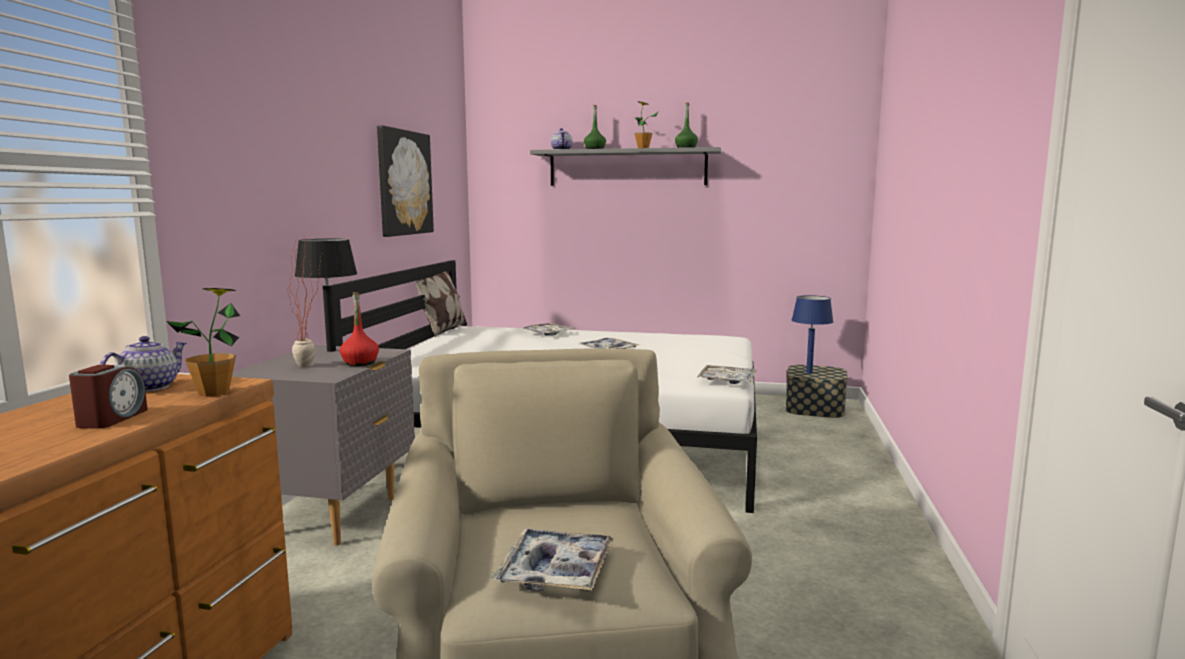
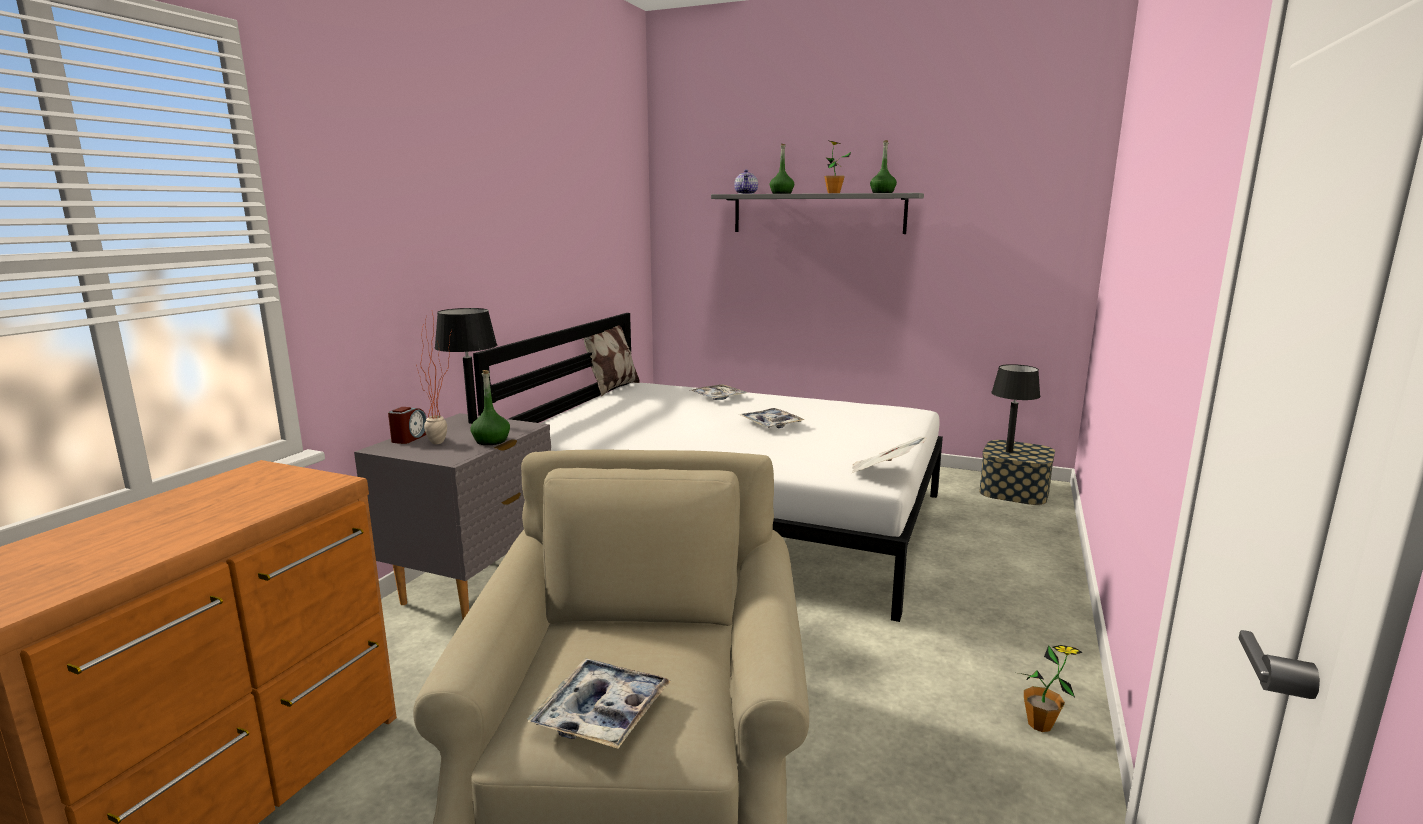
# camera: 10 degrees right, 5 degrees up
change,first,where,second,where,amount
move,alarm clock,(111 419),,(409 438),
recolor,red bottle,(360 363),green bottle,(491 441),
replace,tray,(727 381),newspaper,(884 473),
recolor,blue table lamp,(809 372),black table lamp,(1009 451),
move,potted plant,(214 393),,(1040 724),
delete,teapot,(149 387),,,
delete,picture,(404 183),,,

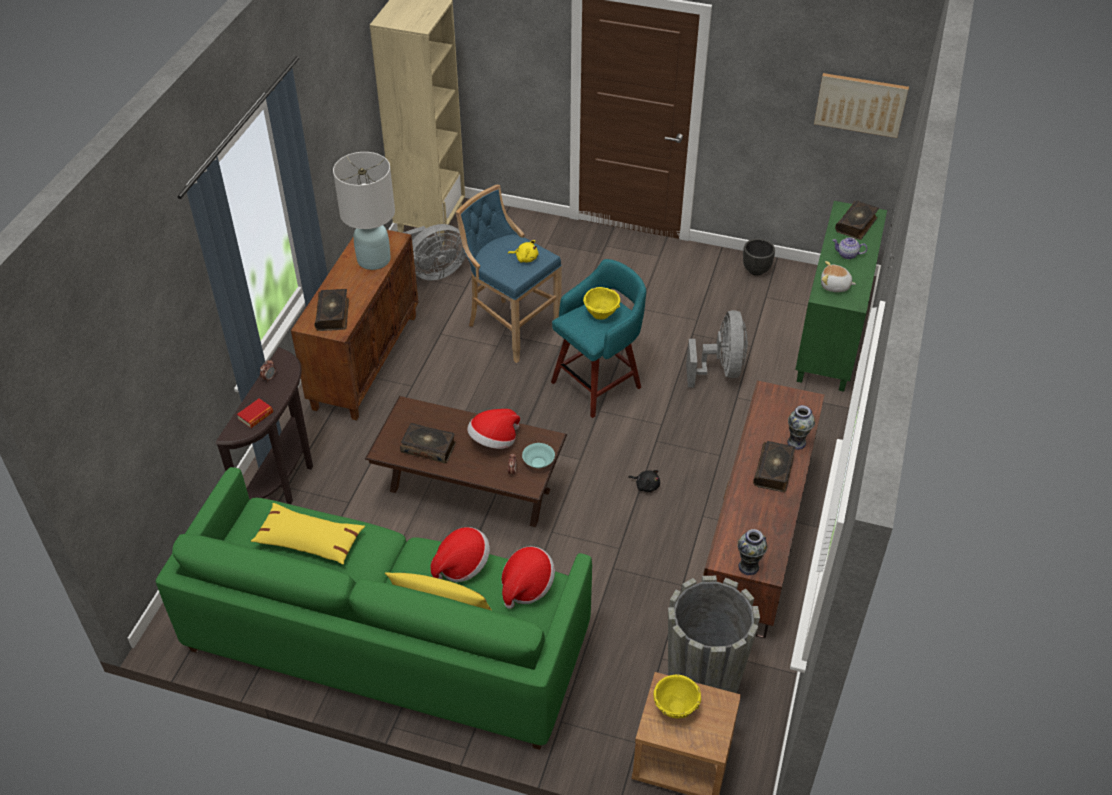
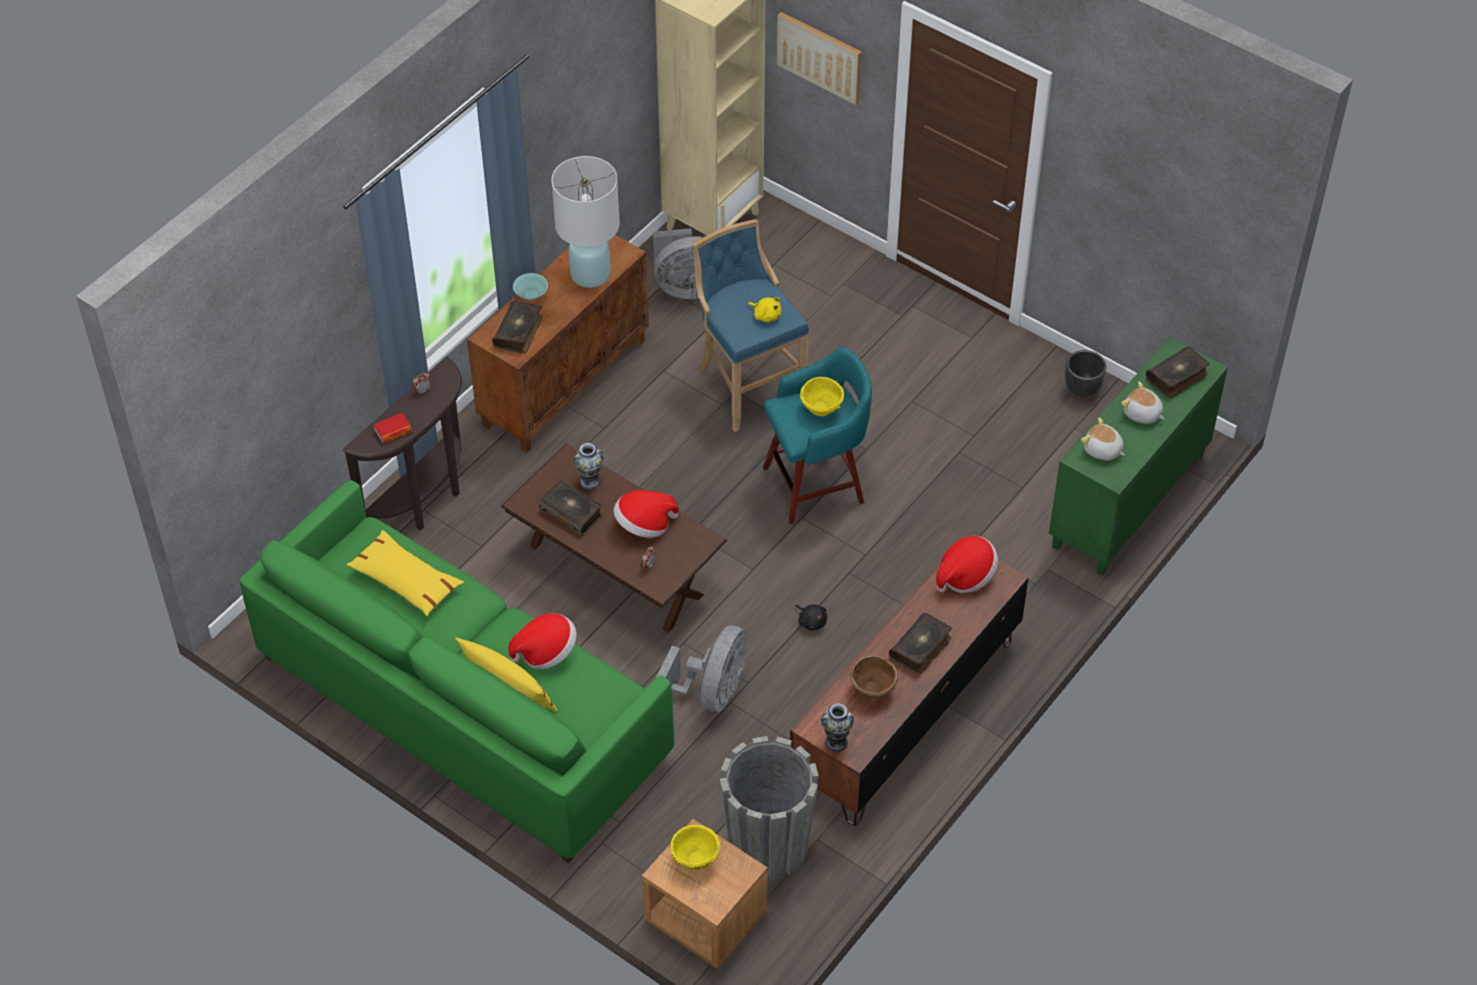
# camera: 20 degrees right, 5 degrees up
change,first,where,second,where,amount
move,turquoise bowl,(539 463),,(531 295),
move,vase,(796 442),,(590 481),
move,grey fan,(720 370),,(712 693),
move,picture,(860 104),,(820 56),
insert,,,brown bowl,(873 689),
move,hat,(526 586),,(965 575),
replace,teapot,(847 255),plush toy,(1142 414),

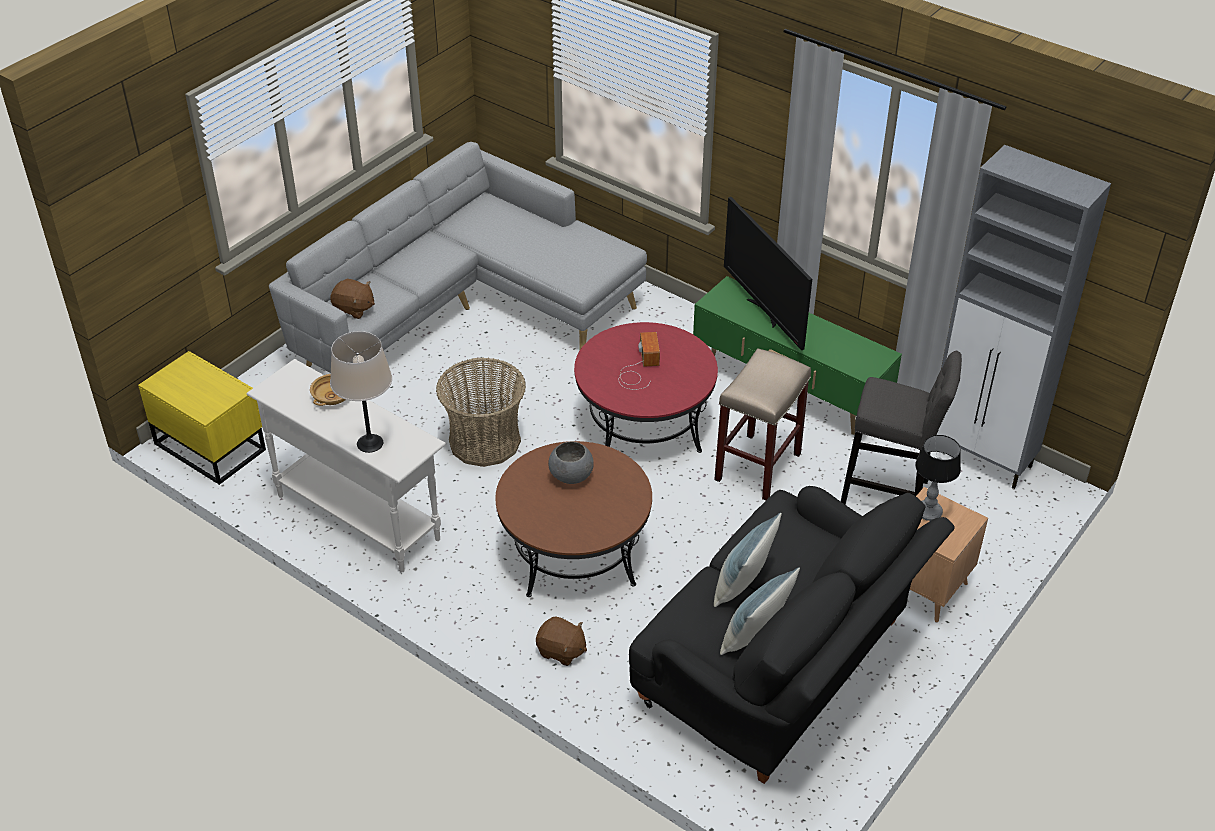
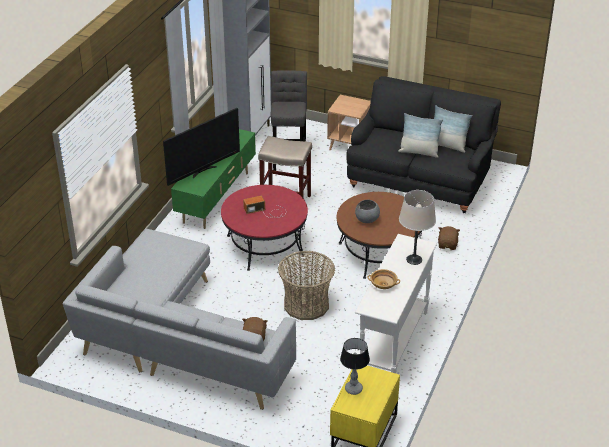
# camera: 105 degrees left, 5 degrees down
change,first,where,second,where,amount
move,table lamp,(929 512),,(353 389),

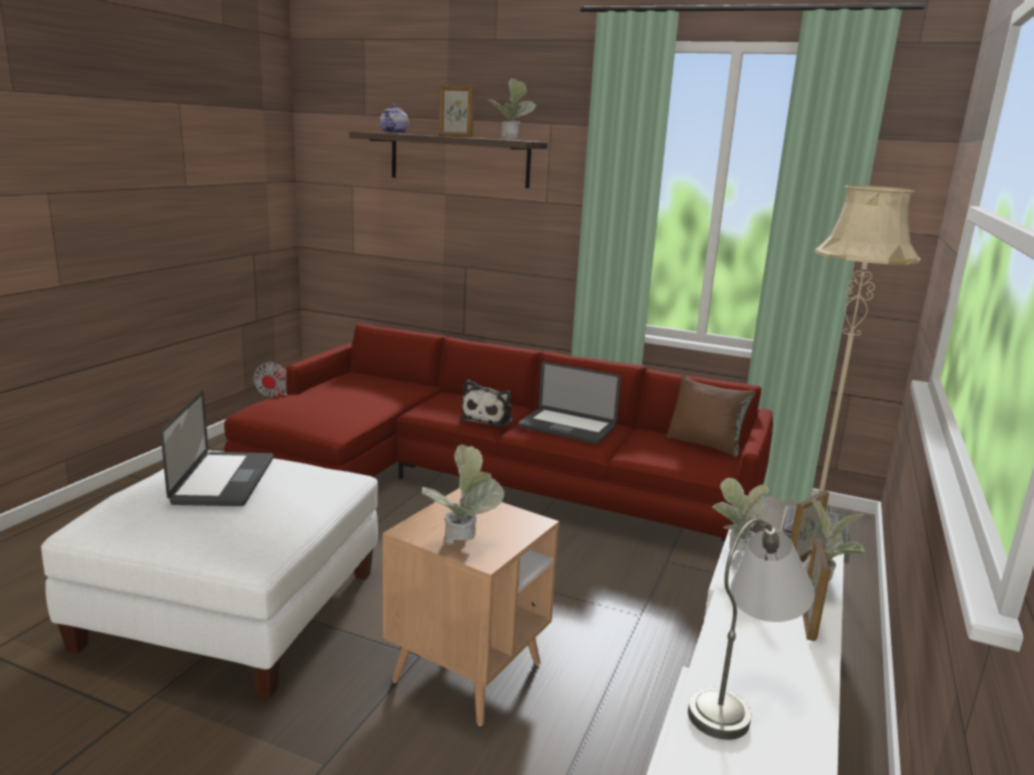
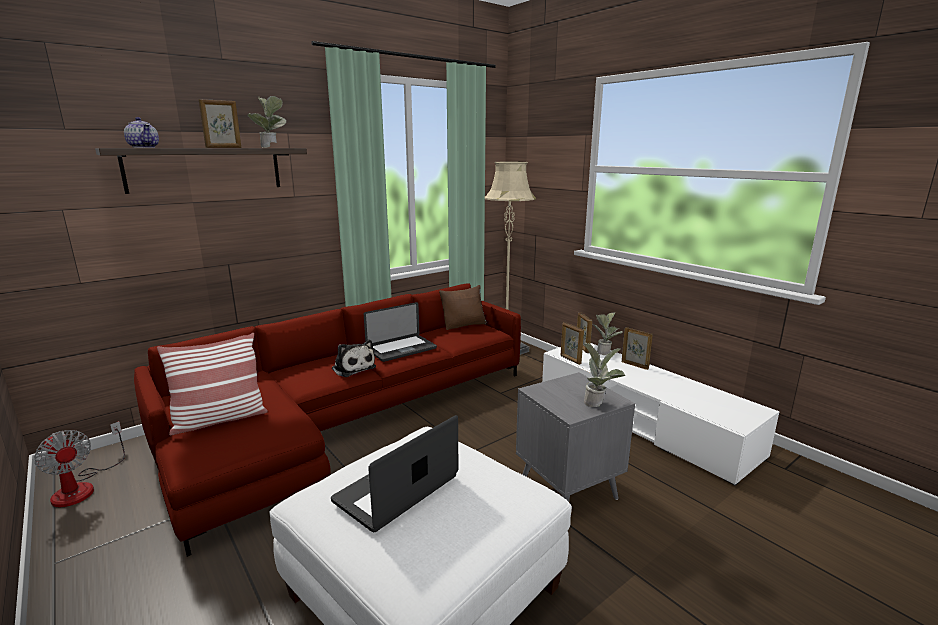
# camera: 60 degrees left, 0 degrees up
change,first,where,second,where,amount
insert,,,pillow,(220 419),
rotate,laptop,(224 480),,(397 489),75 degrees counterclockwise
recolor,brown side table,(467 672),grey side table,(568 490),
replace,potted plant,(734 554),picture frame,(570 360),
delete,grey table lamp,(741 698),,,

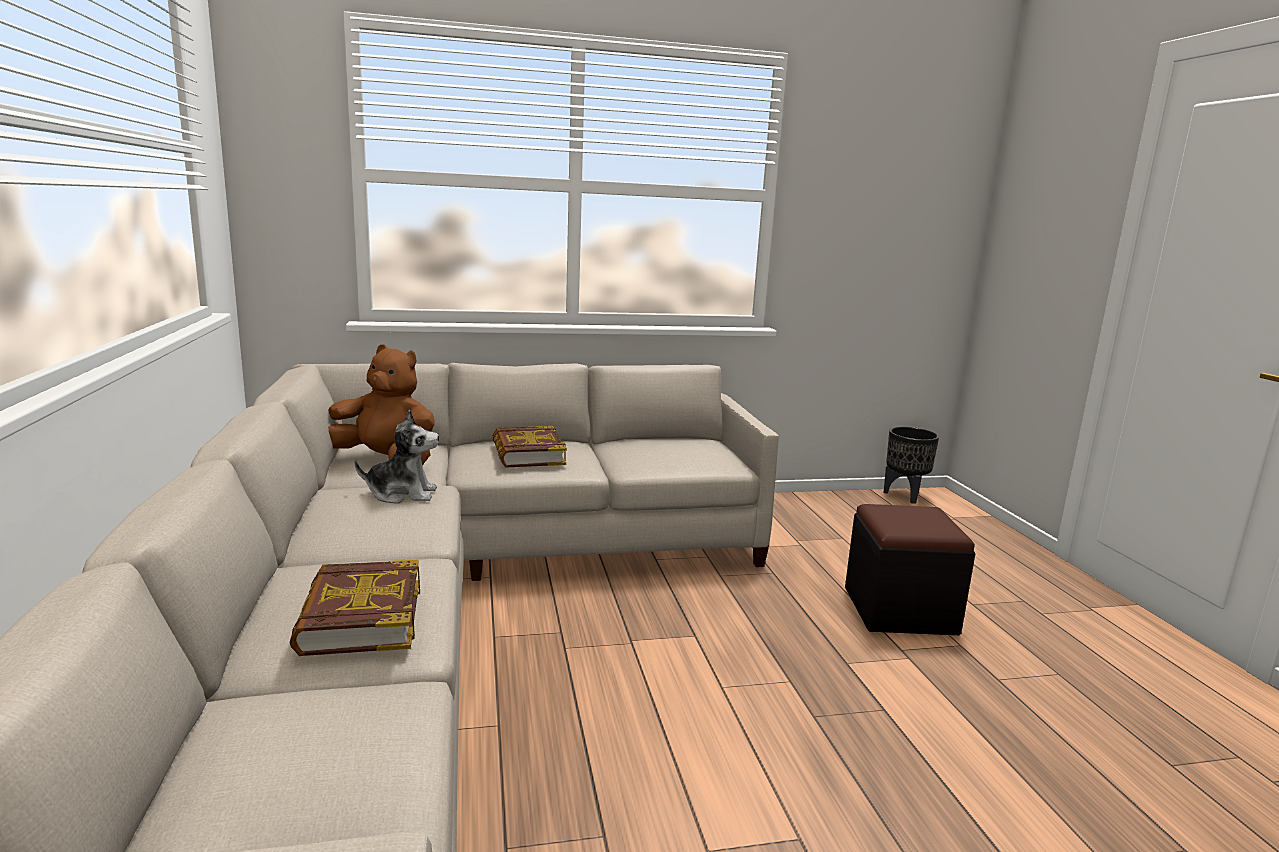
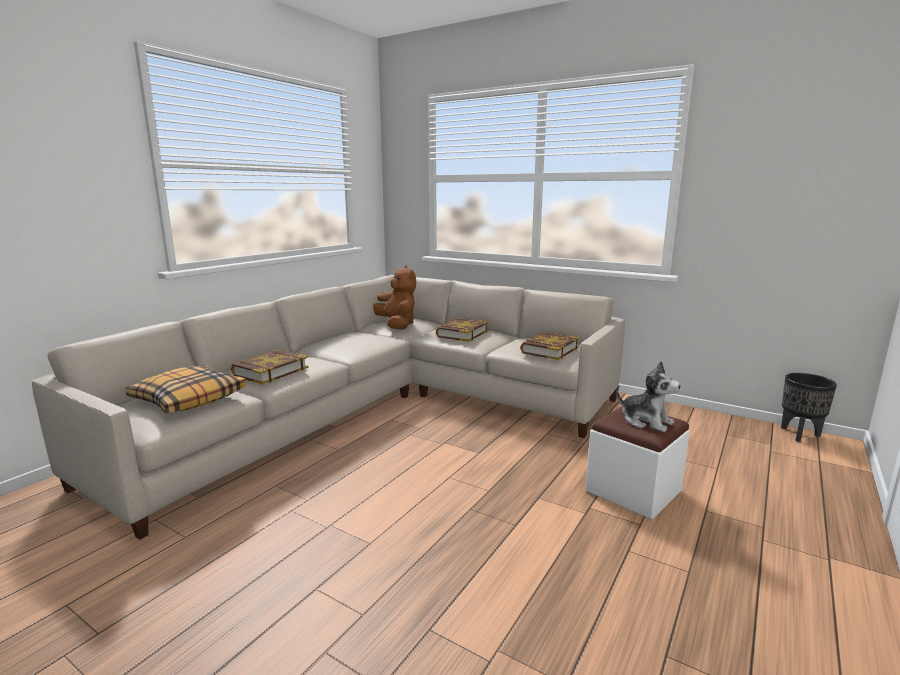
# camera: 45 degrees right, 0 degrees up
change,first,where,second,where,amount
insert,,,pillow,(188 399),
insert,,,book,(549 350),
recolor,black ottoman,(899 611),white ottoman,(633 491),
move,plush toy,(402 494),,(646 421),

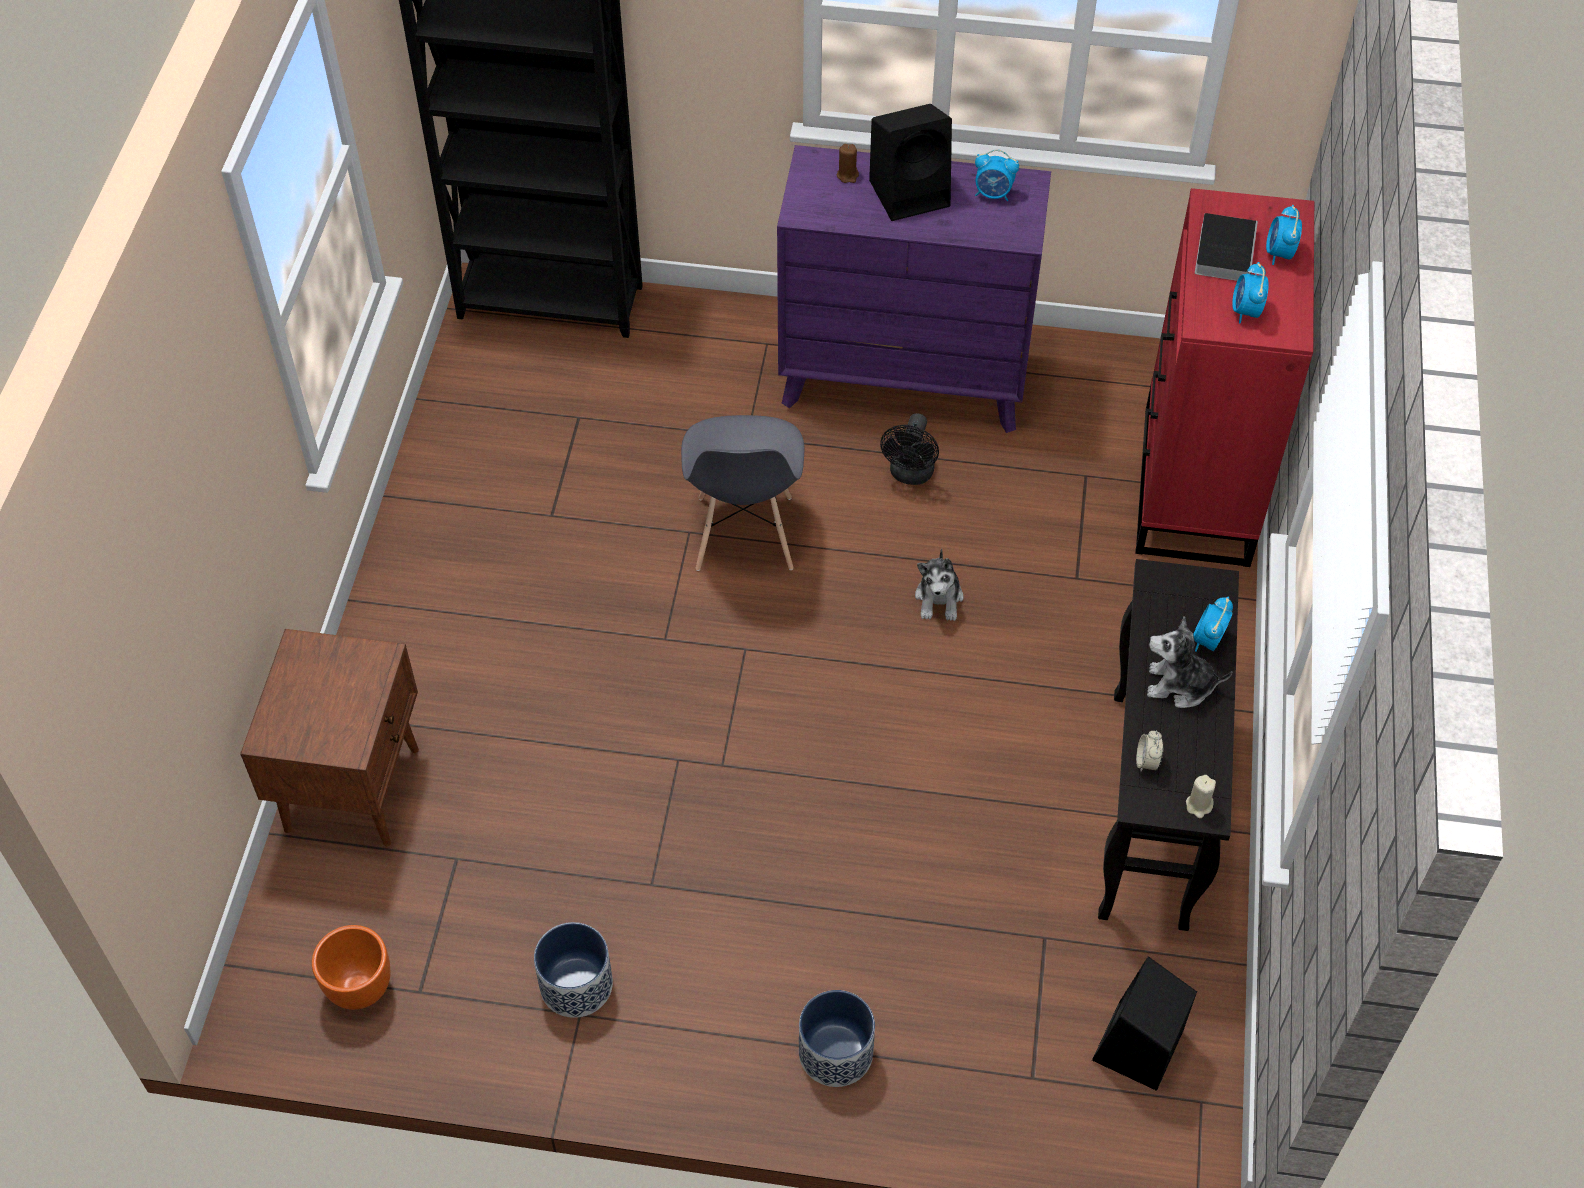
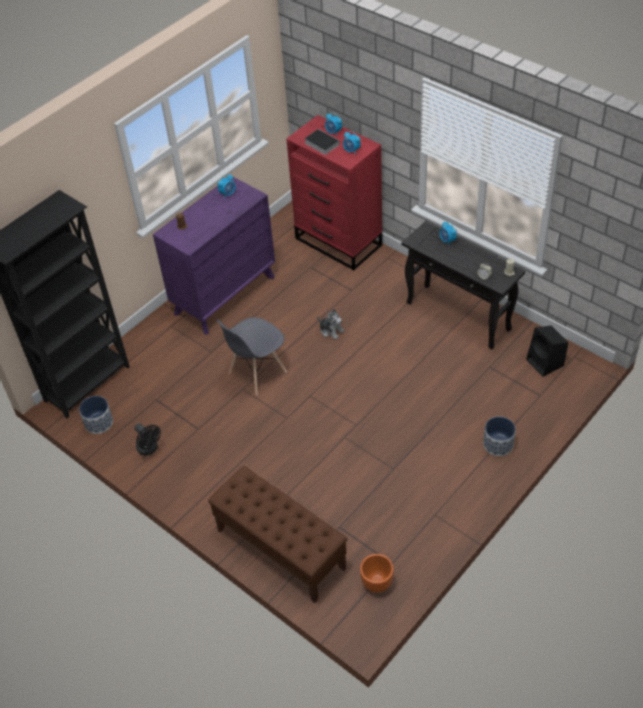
# camera: 55 degrees left, 5 degrees down
change,first,where,second,where,amount
move,planter,(576 984),,(98 423),
move,black fan,(910 475),,(149 449),
replace,brown nightstand,(354 787),brown bench,(280 549),
rotate,grey chair,(744 534),,(257 373),105 degrees clockwise
delete,black speaker,(911 192),,,
delete,plush toy,(1179 685),,,

